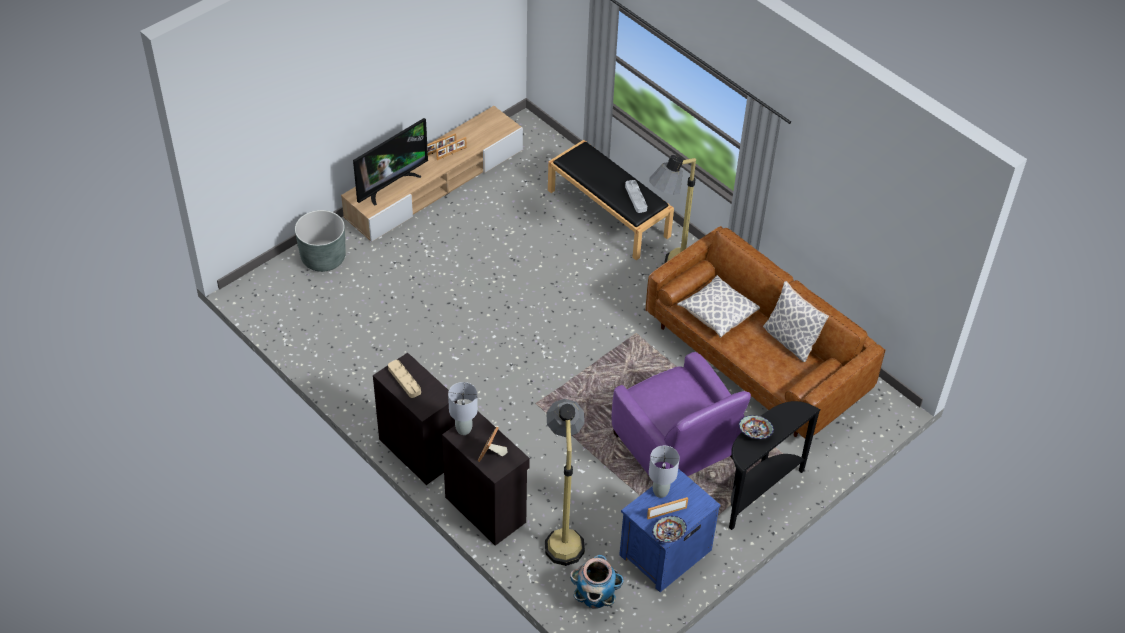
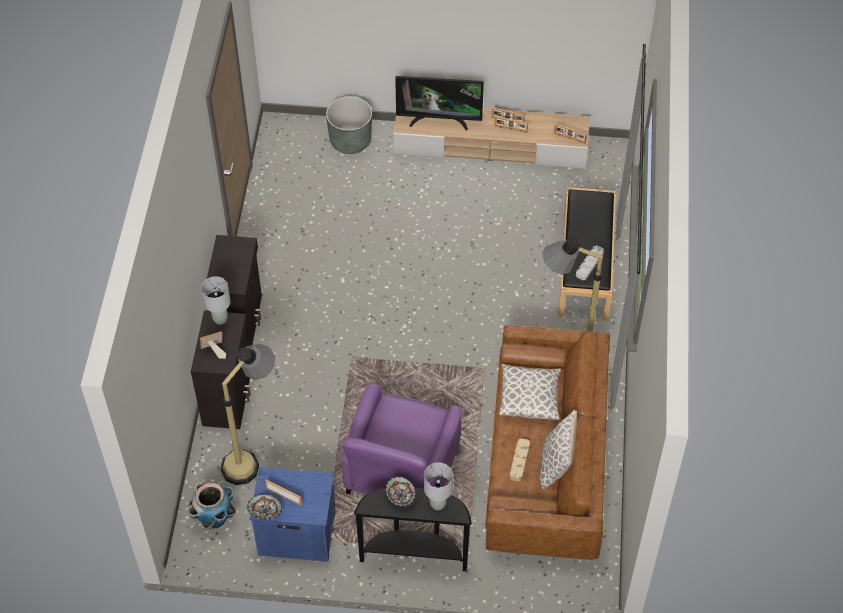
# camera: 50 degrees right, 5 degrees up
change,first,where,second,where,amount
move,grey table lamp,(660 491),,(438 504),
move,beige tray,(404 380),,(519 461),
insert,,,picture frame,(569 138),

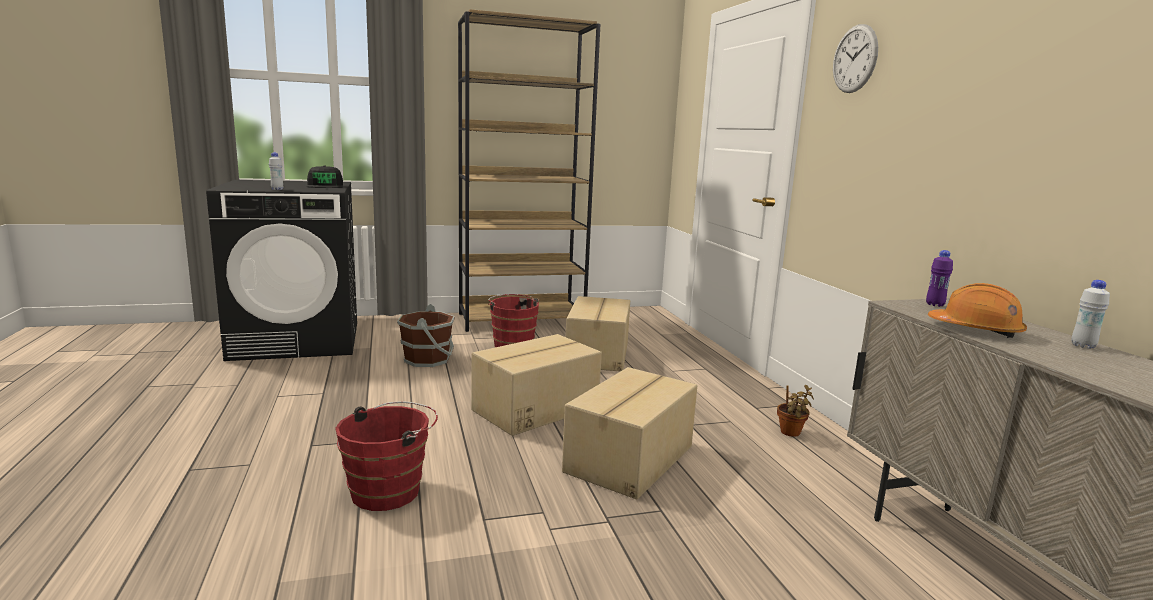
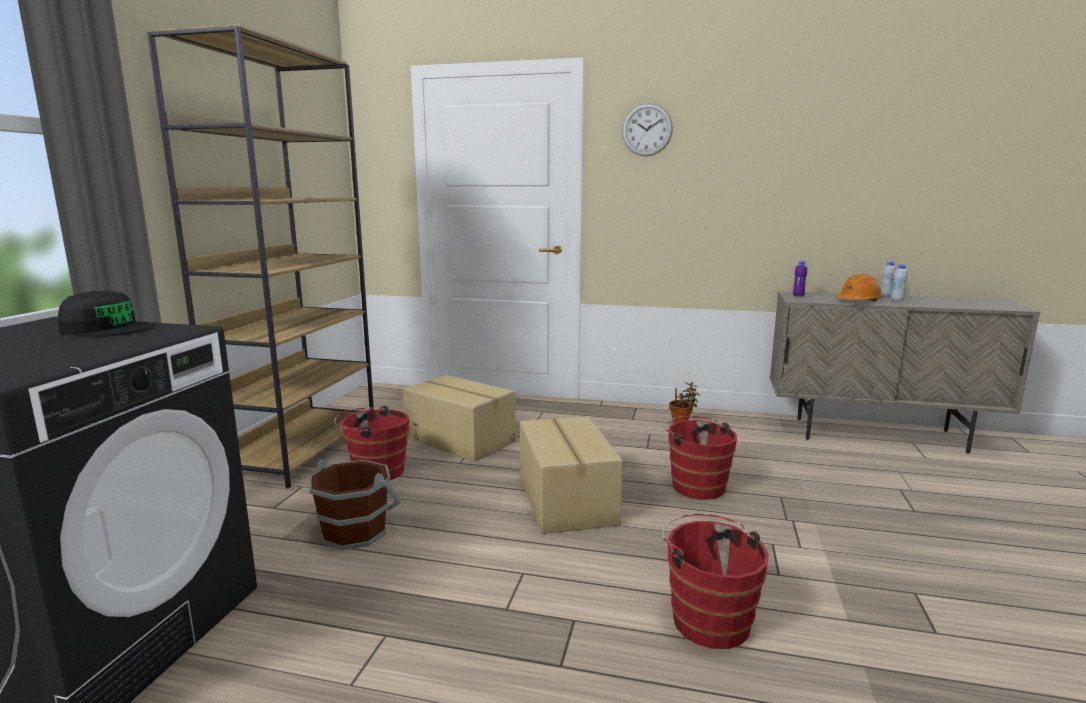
# camera: 60 degrees left, 0 degrees up
change,first,where,second,where,amount
replace,cardboard box,(631 459),red bucket,(695 485),
move,white bottle,(277 189),,(896 301),

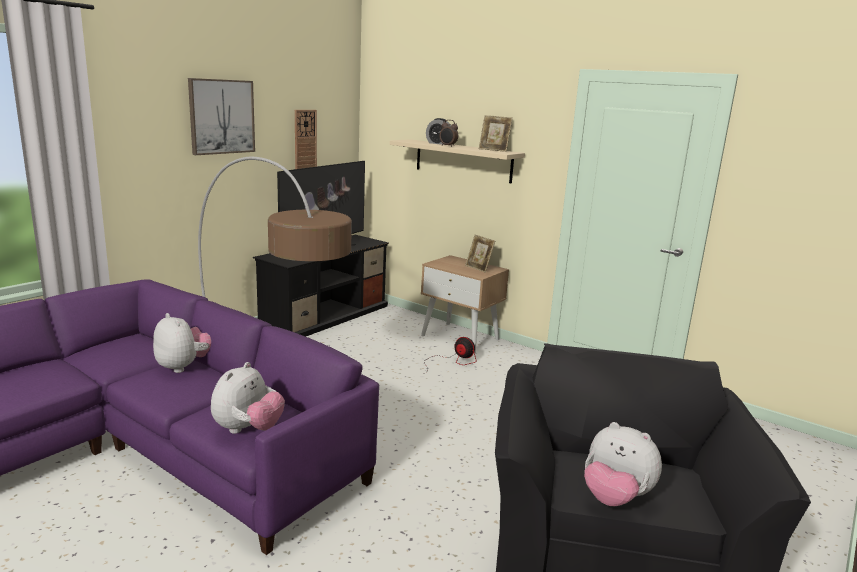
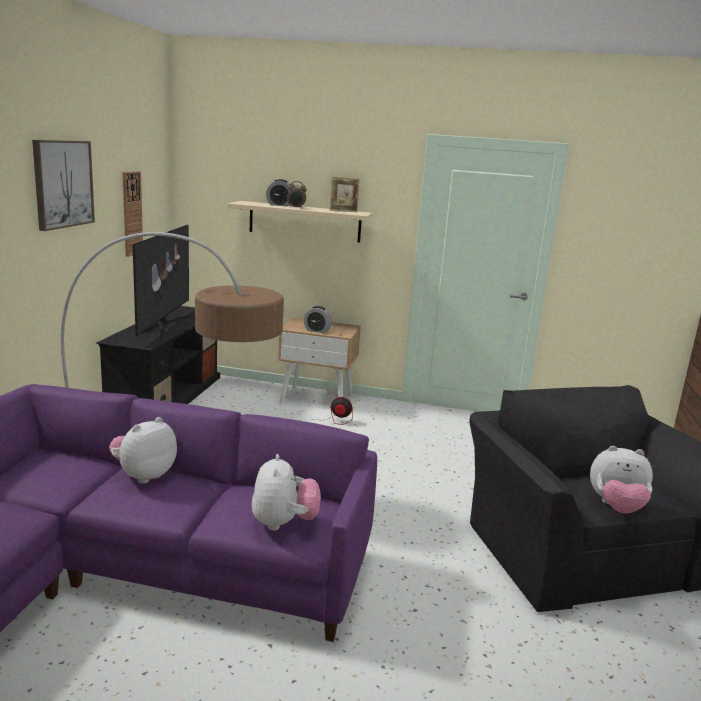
# camera: 25 degrees left, 0 degrees up
change,first,where,second,where,amount
rotate,plush toy,(184 366),,(144 475),75 degrees counterclockwise
insert,,,alarm clock,(317 330),
delete,picture frame,(478 268),,,

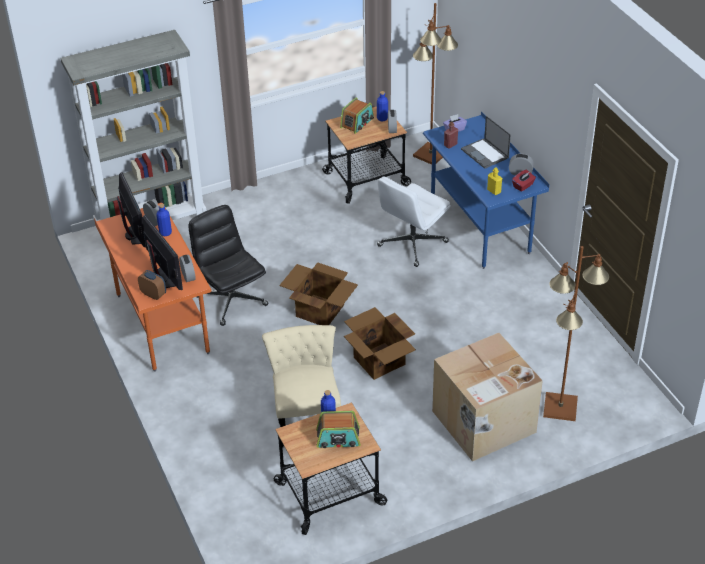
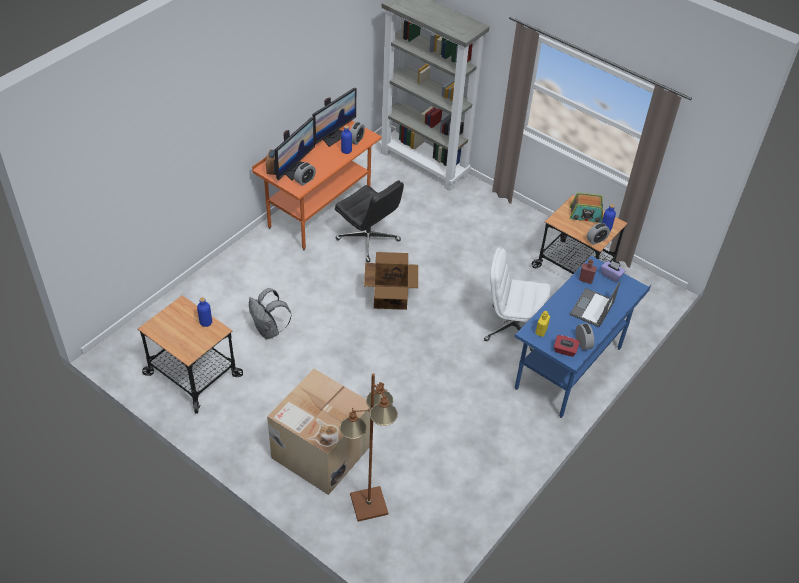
# camera: 60 degrees right, 5 degrees up
change,first,where,second,where,amount
replace,beige chair,(306 415),grey backpack,(269 331),
rotate,black office chair,(231 300),,(369 240),105 degrees clockwise
delete,radio,(338 438),,,
delete,cardboard box,(379 361),,,
delete,brown floor lamp,(430 154),,,

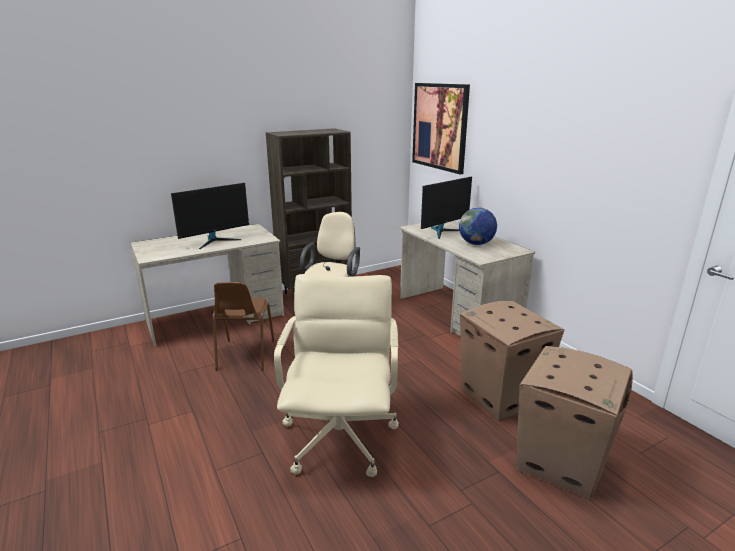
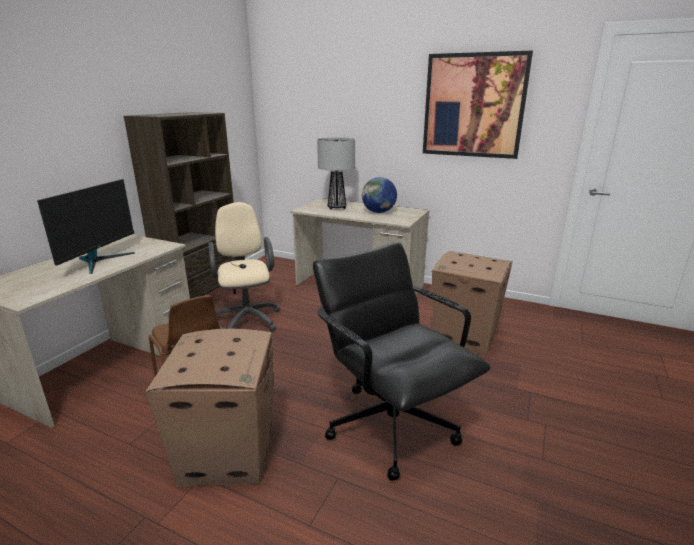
# camera: 35 degrees left, 0 degrees up
change,first,where,second,where,amount
move,cardboard box,(561 461),,(229 452),
recolor,beige office chair,(340 437),black office chair,(391 425),
replace,monitor,(444 231),table lamp,(336 208),
move,picture,(440 126),,(473 106),

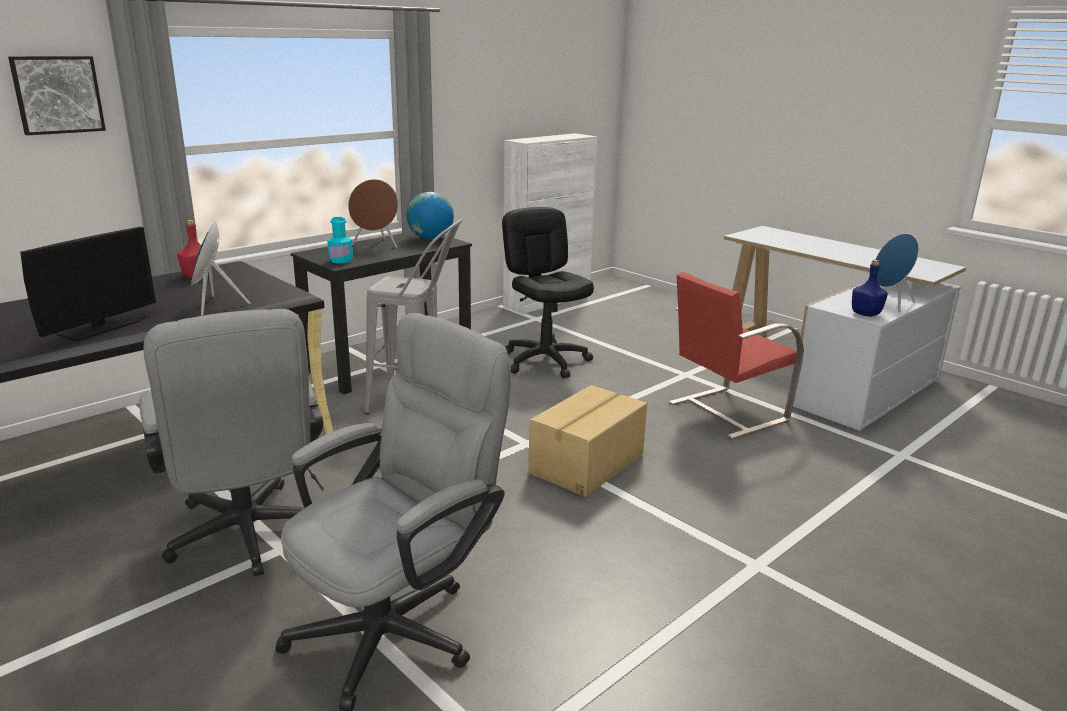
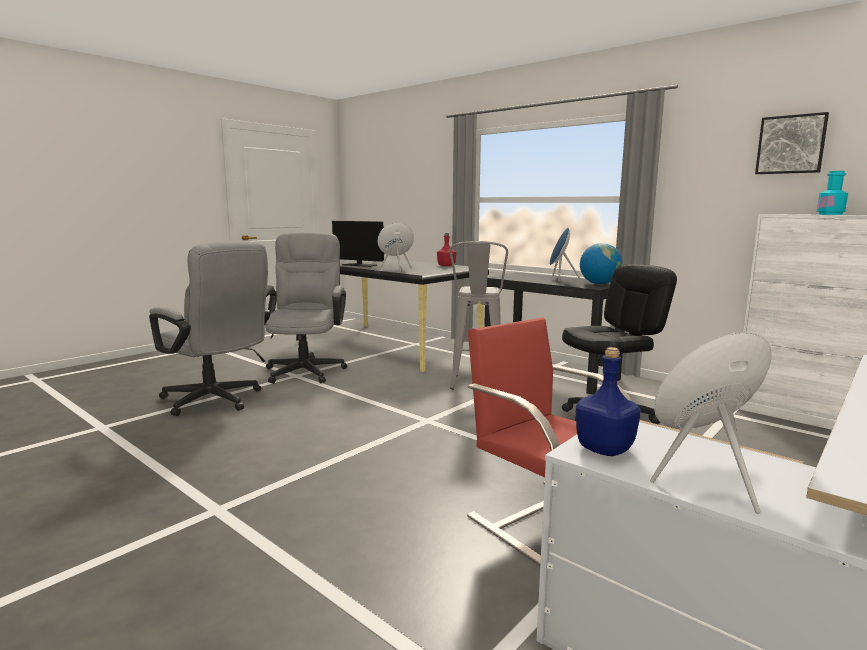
# camera: 85 degrees right, 10 degrees down
change,first,where,second,where,amount
rotate,grey office chair,(247 539),,(306 369),120 degrees clockwise
recolor,brown speaker,(376 245),blue speaker,(559 278),
move,picture,(57 94),,(791 144),
move,turquoise bottle,(341 260),,(830 214),
delete,cardboard box,(588 464),,,

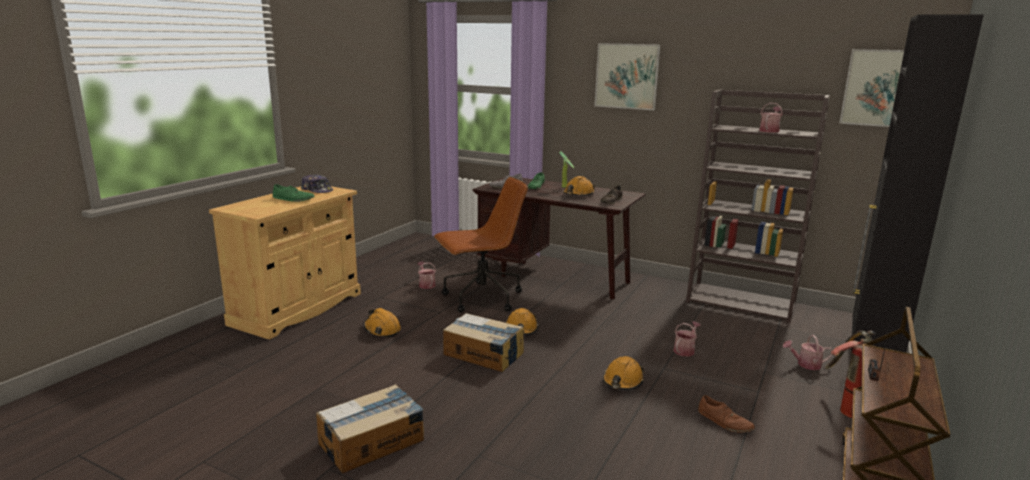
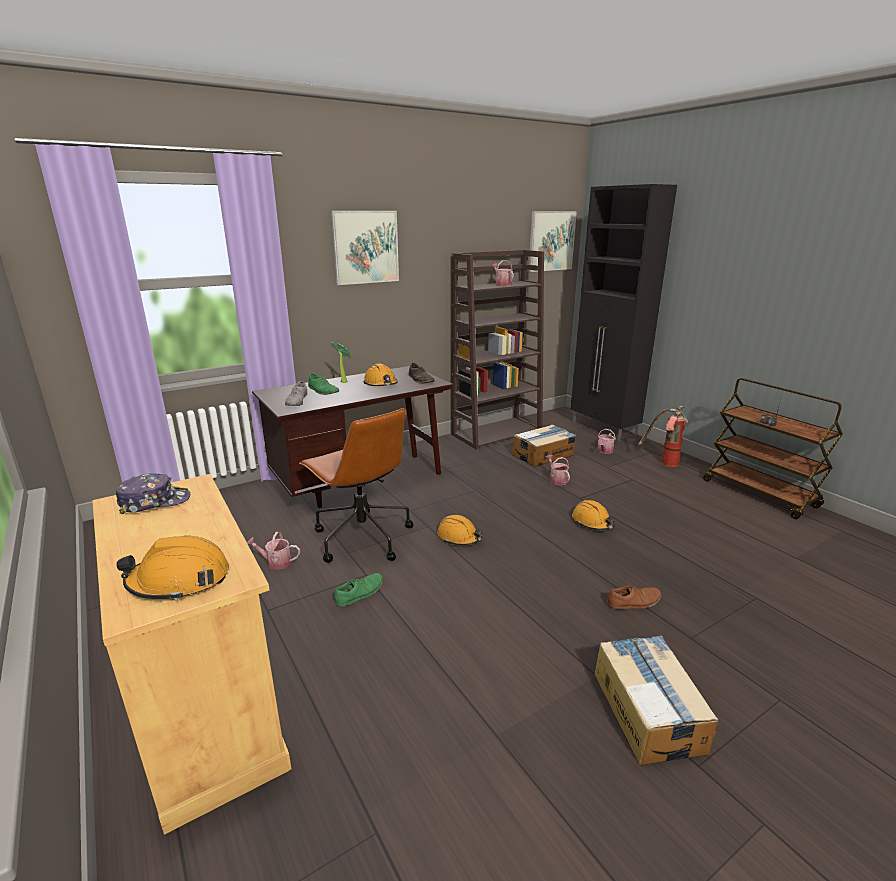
# camera: 60 degrees left, 5 degrees up
change,first,where,second,where,amount
move,orange hard hat,(382 329),,(179 580),
rotate,brown office chair,(481 298),,(361 537),135 degrees clockwise
move,green shoe,(293 199),,(359 593),
move,cardboard box,(483 354),,(543 455),
move,brown shoe,(724 422),,(634 602),

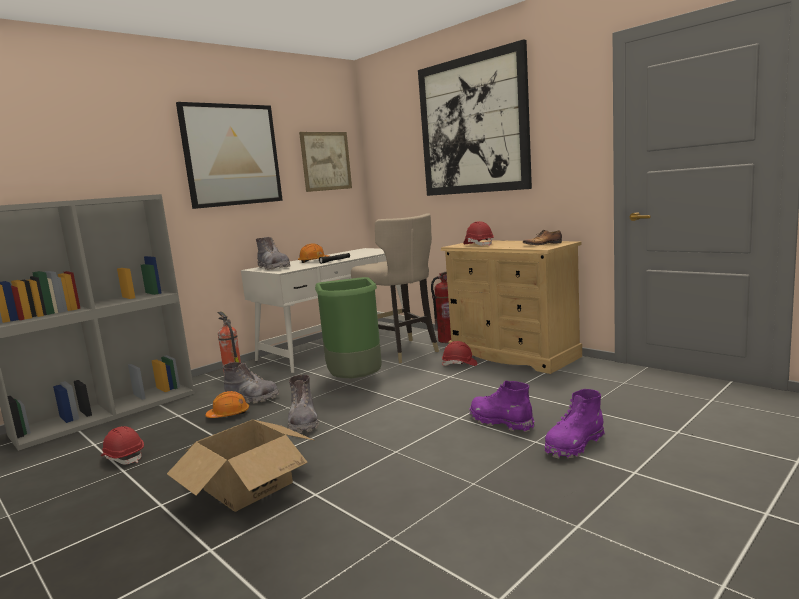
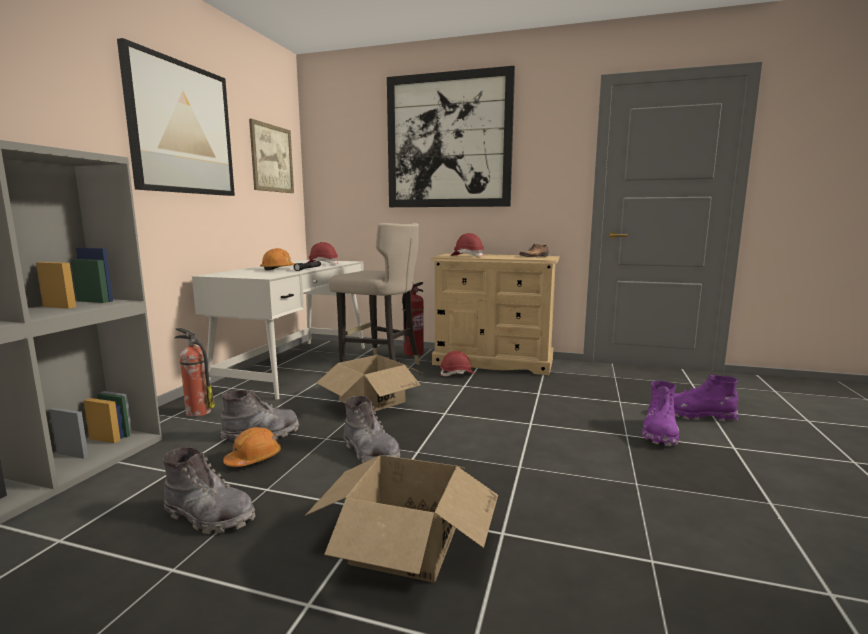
# camera: 30 degrees left, 0 degrees up
change,first,where,second,where,amount
move,grey boot,(273 268),,(209 516),
move,red hard hat,(124 457),,(322 264),
replace,green trash can,(356 381),cardboard box,(372 401),
move,purple boot,(501 422),,(698 415),

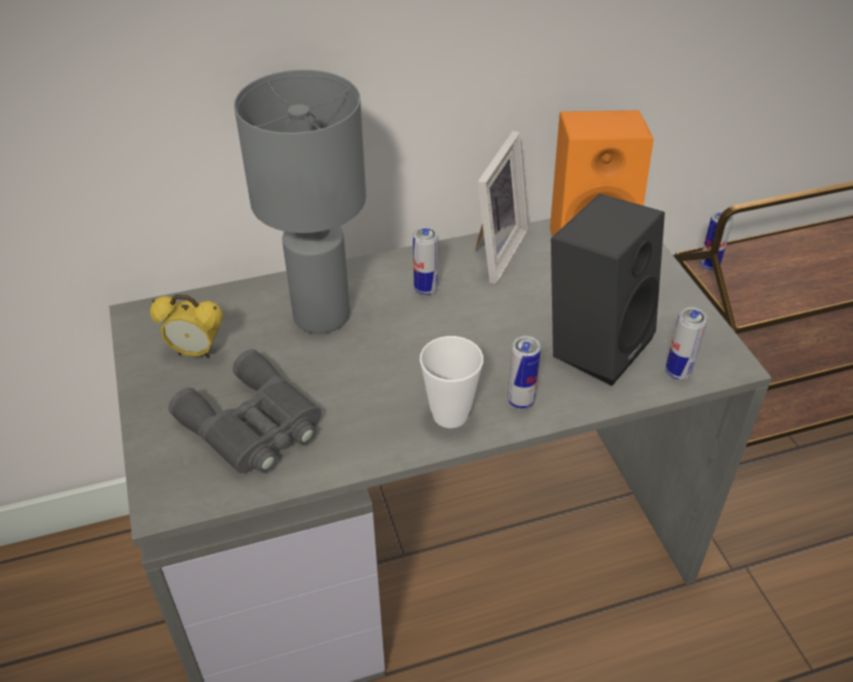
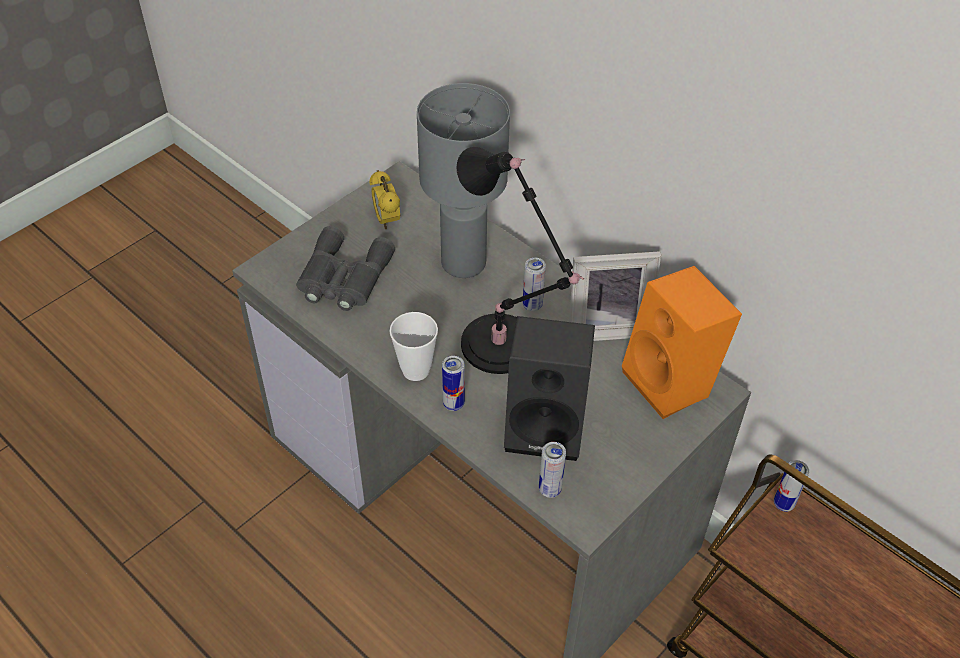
# camera: 60 degrees right, 5 degrees up
change,first,where,second,where,amount
insert,,,black table lamp,(503 348),

